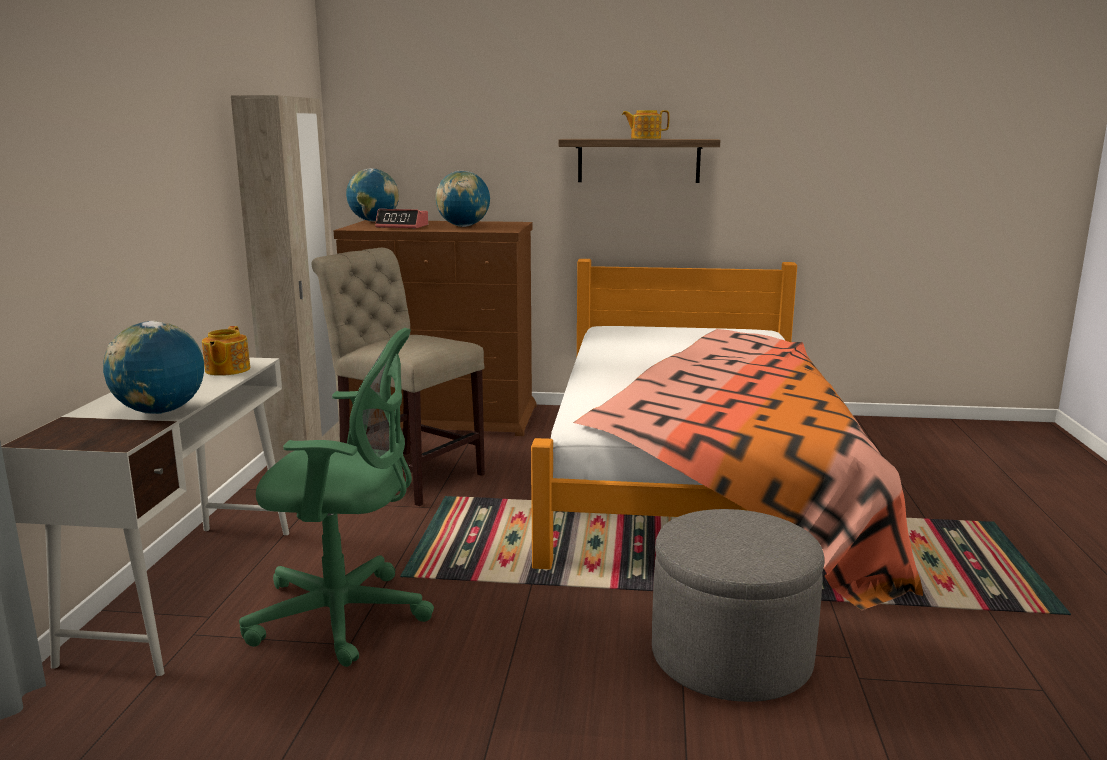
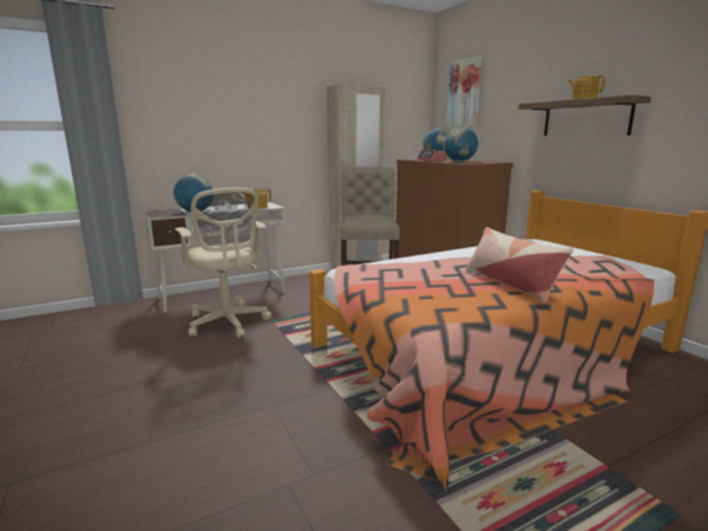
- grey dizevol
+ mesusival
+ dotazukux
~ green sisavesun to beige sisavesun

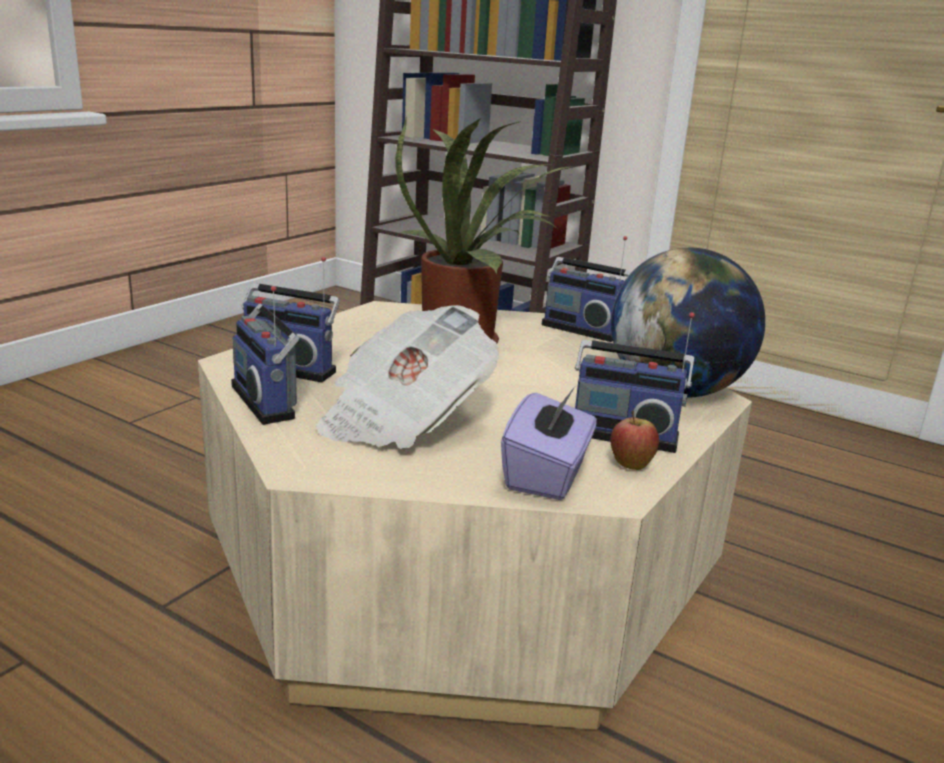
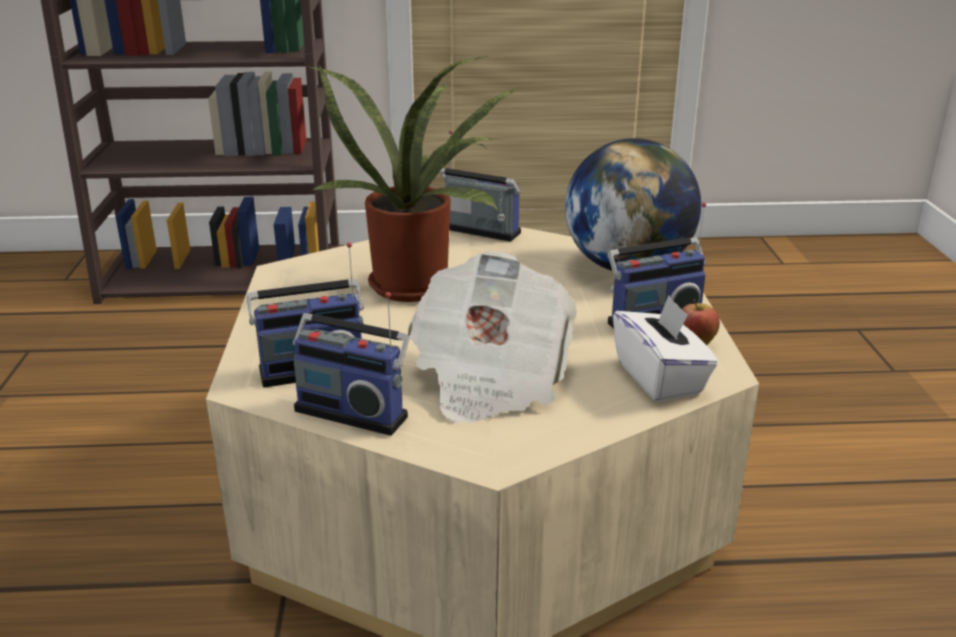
~ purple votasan to white votasan
~ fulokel (3rd from left) 150 degrees counterclockwise

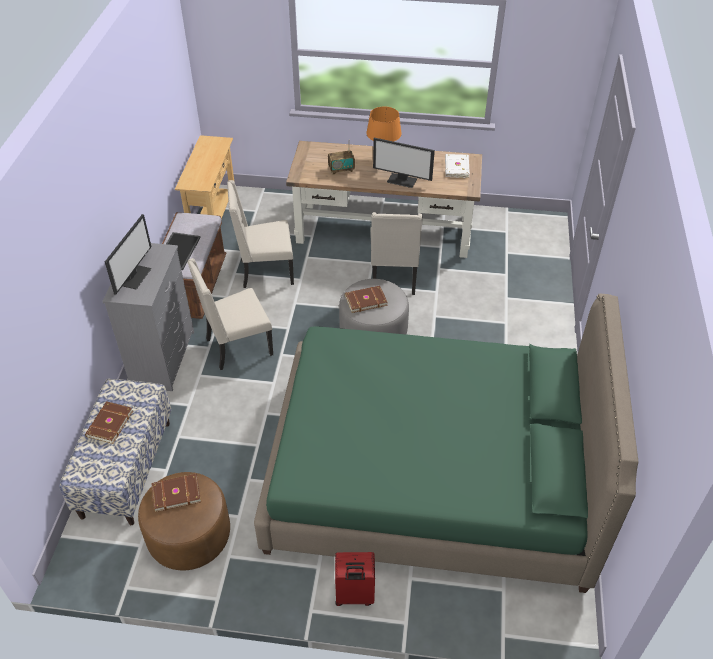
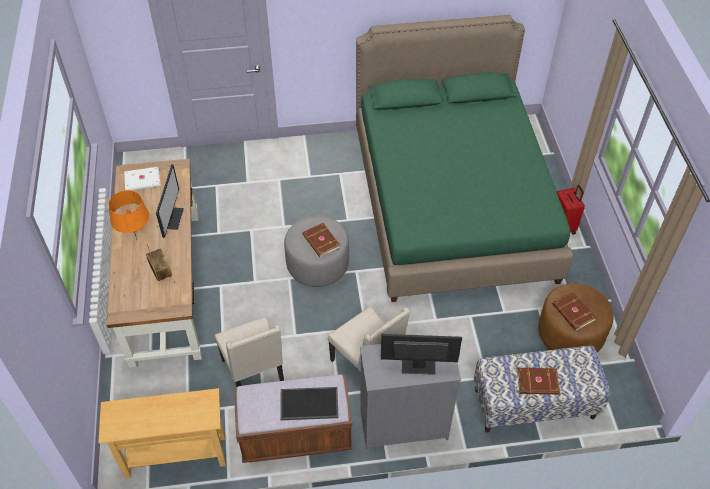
- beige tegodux (3rd from left)

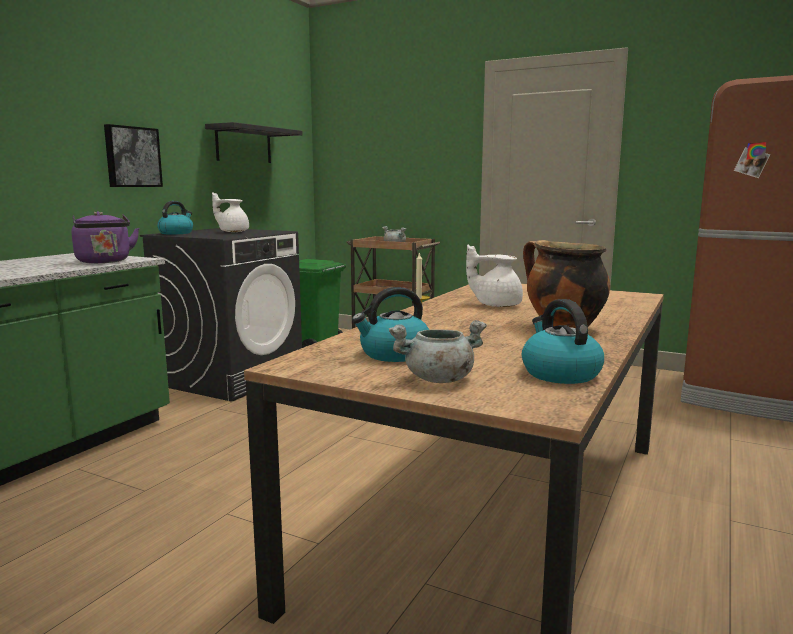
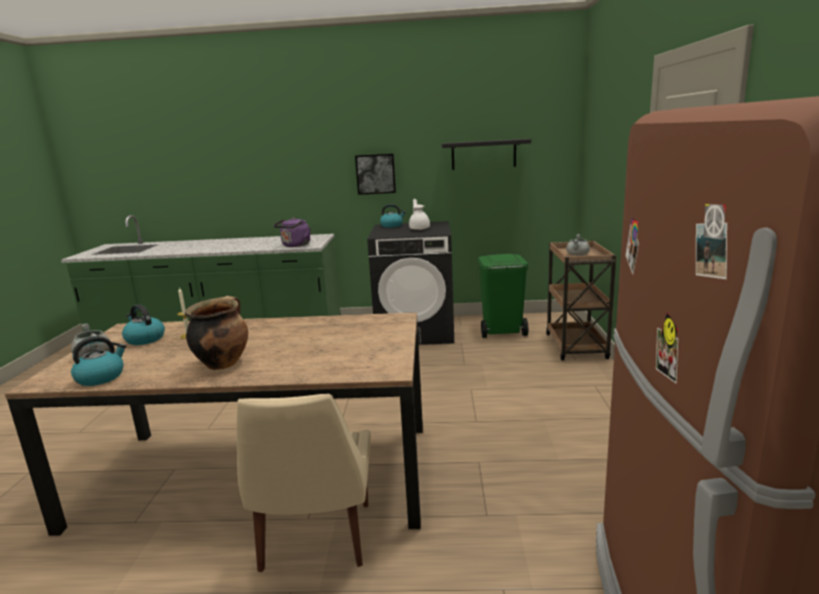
- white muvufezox (2nd from left)
+ beige tegodux

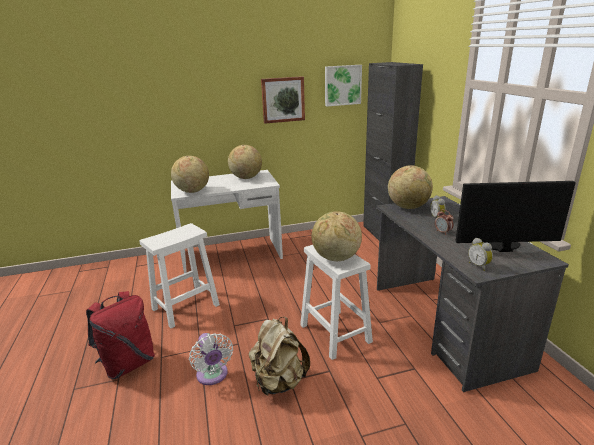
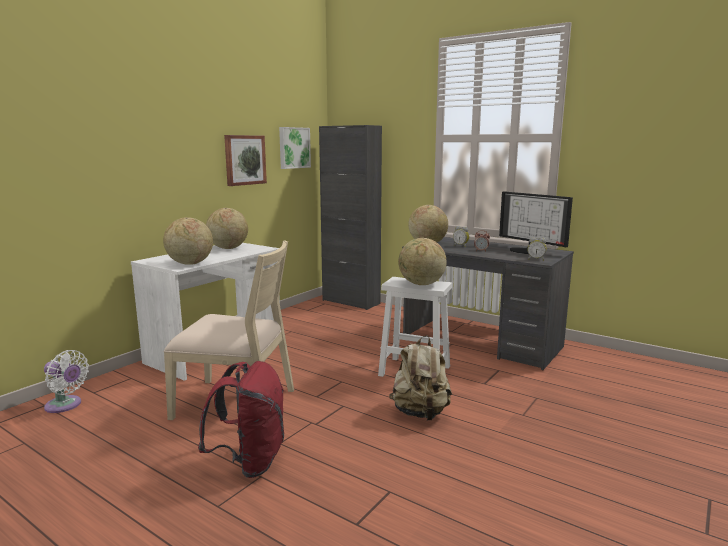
~ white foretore
~ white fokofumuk (1st from left) to beige tegodux
~ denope 90 degrees counterclockwise

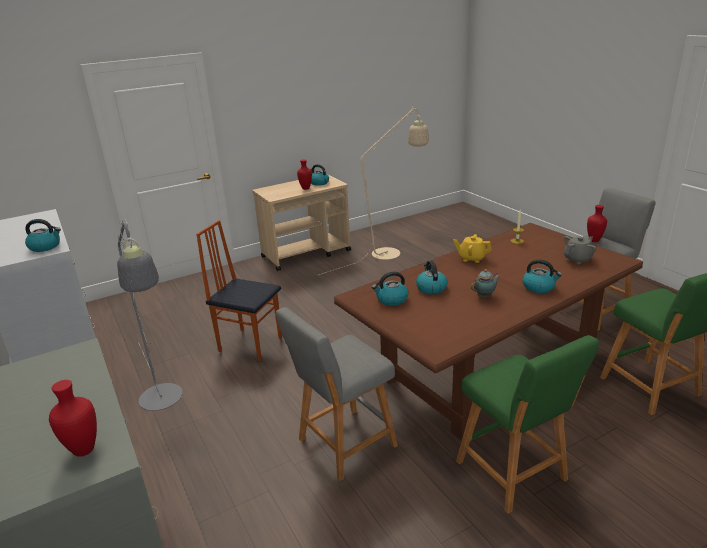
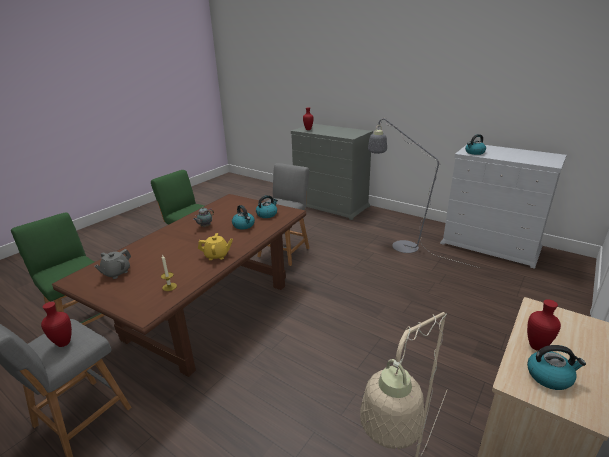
- tegodux
- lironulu (5th from left)

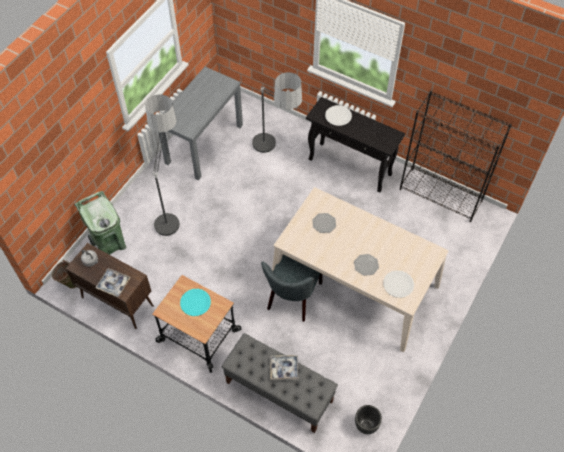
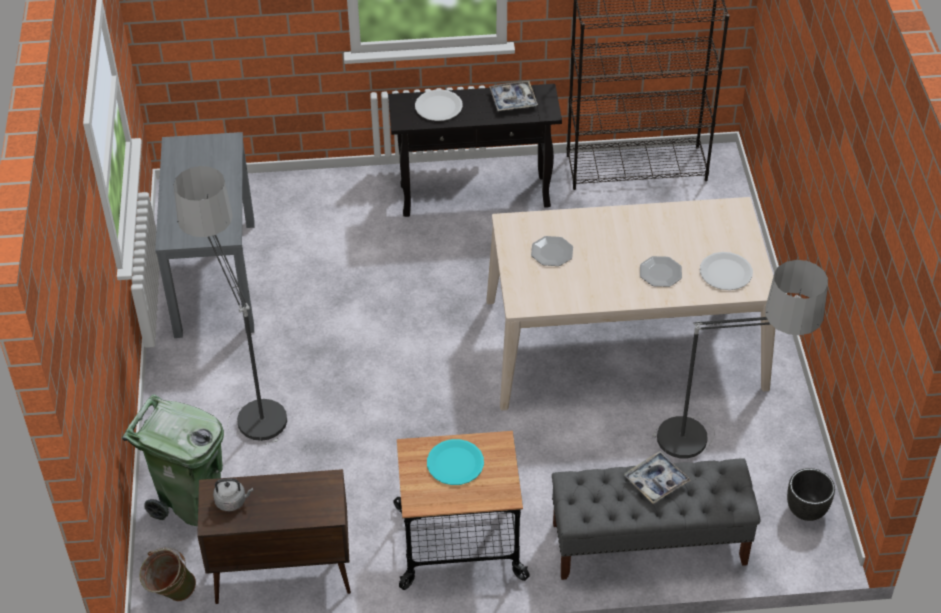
- grey tegodux
~ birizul (1st from left)
~ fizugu (2nd from left)

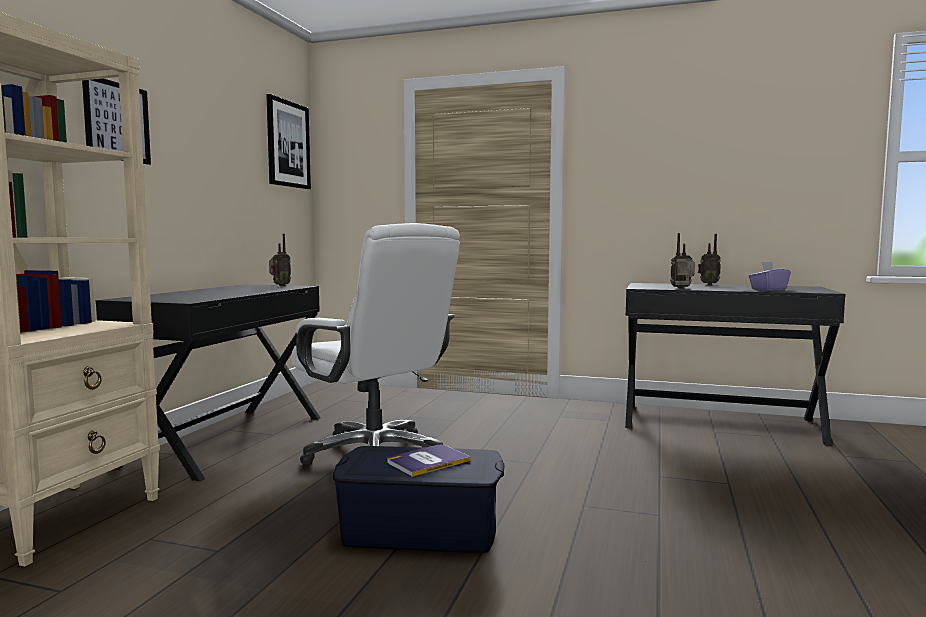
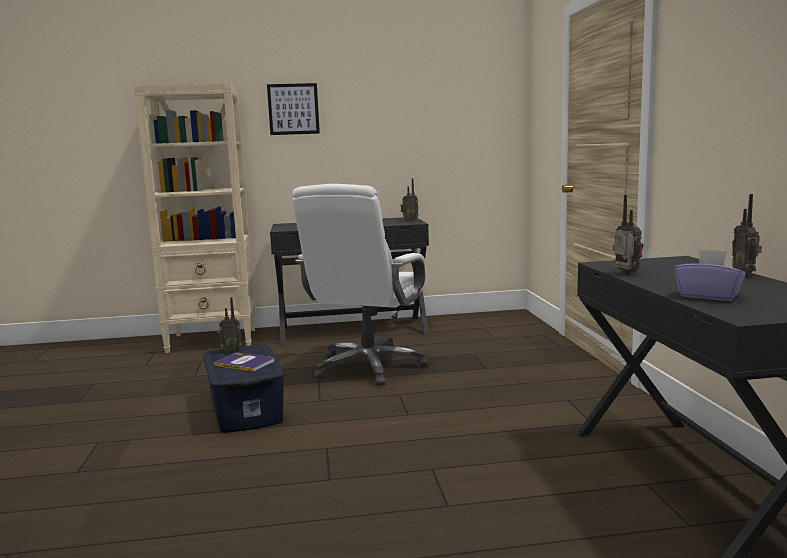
- mesusival (2nd from left)
+ fulokel (1st from left)

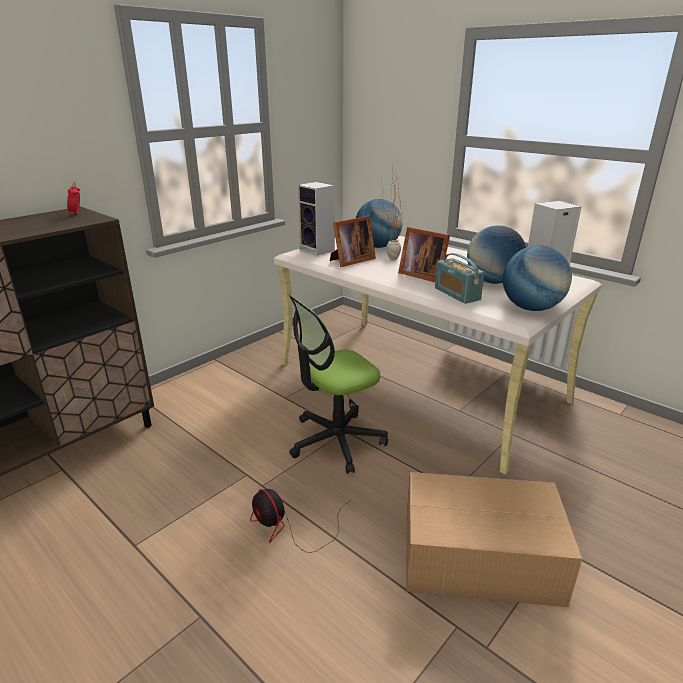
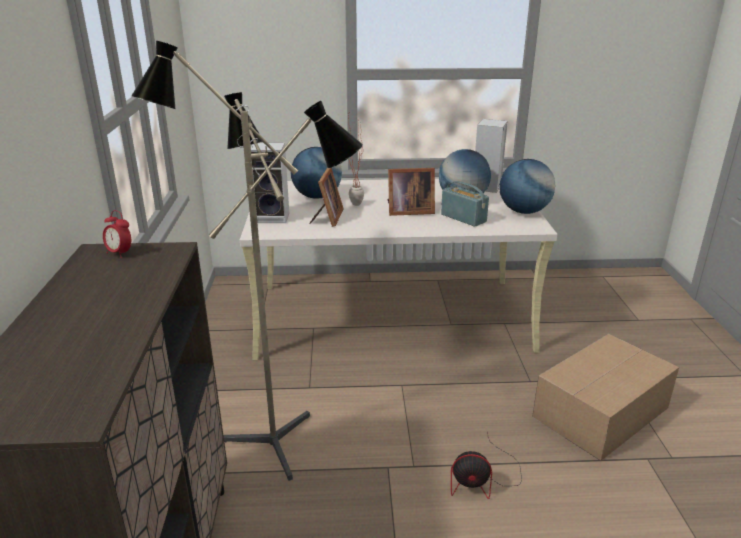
- sisavesun
+ fizugu
~ fulokel 150 degrees counterclockwise

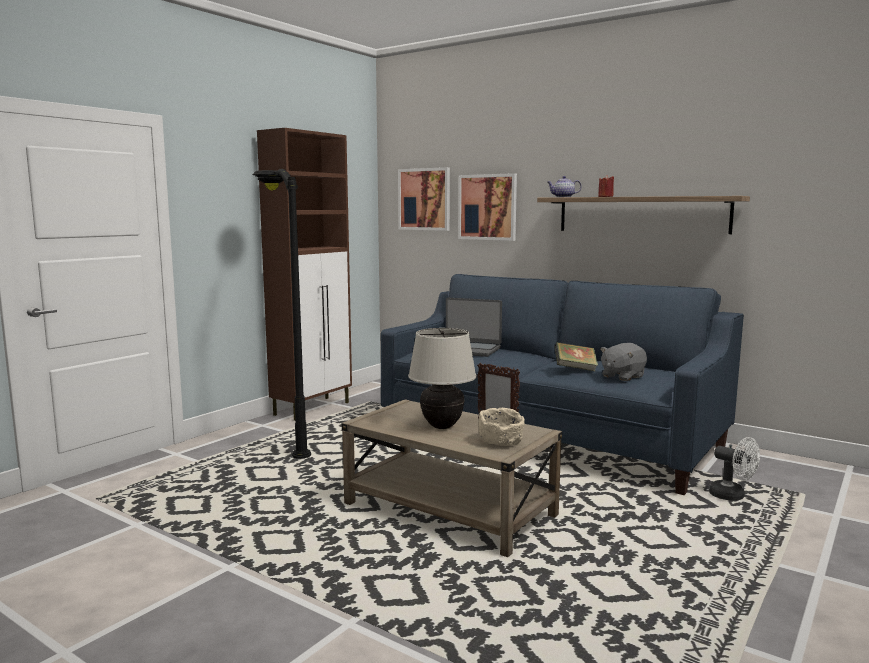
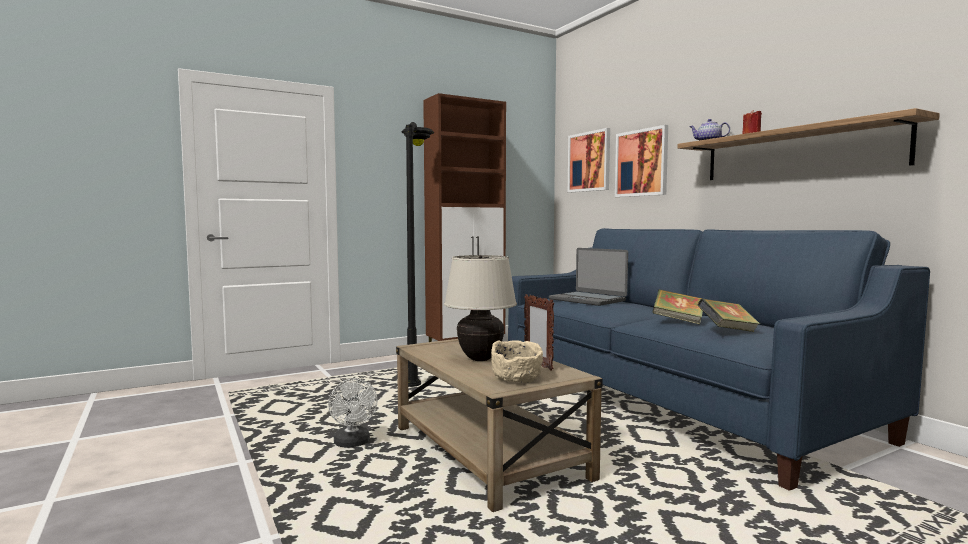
~ white foretore
~ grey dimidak to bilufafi (2nd from left)

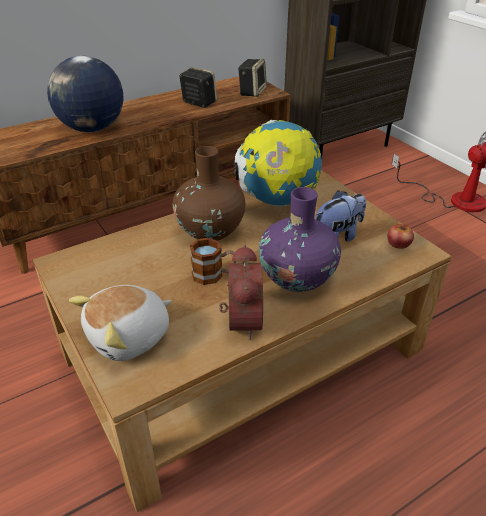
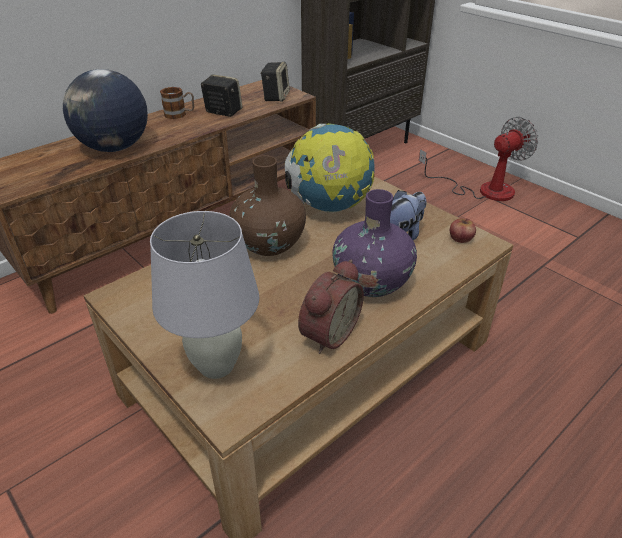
~ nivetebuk
~ dimidak (1st from left) to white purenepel
~ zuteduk 45 degrees clockwise

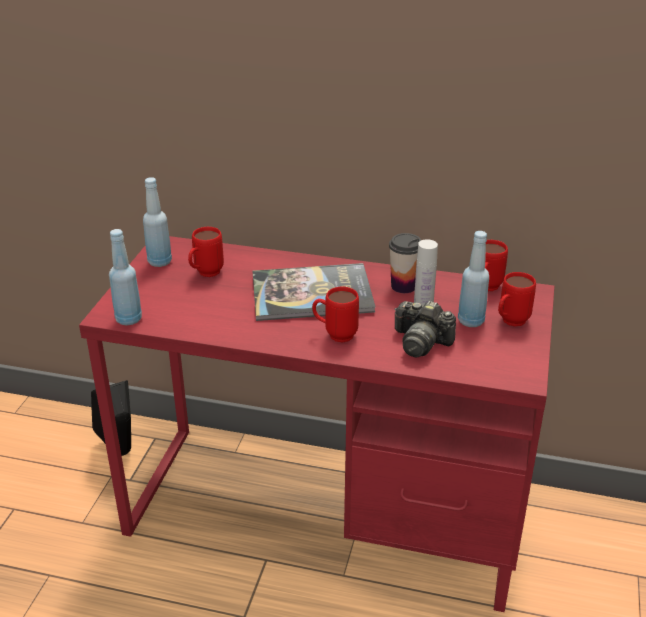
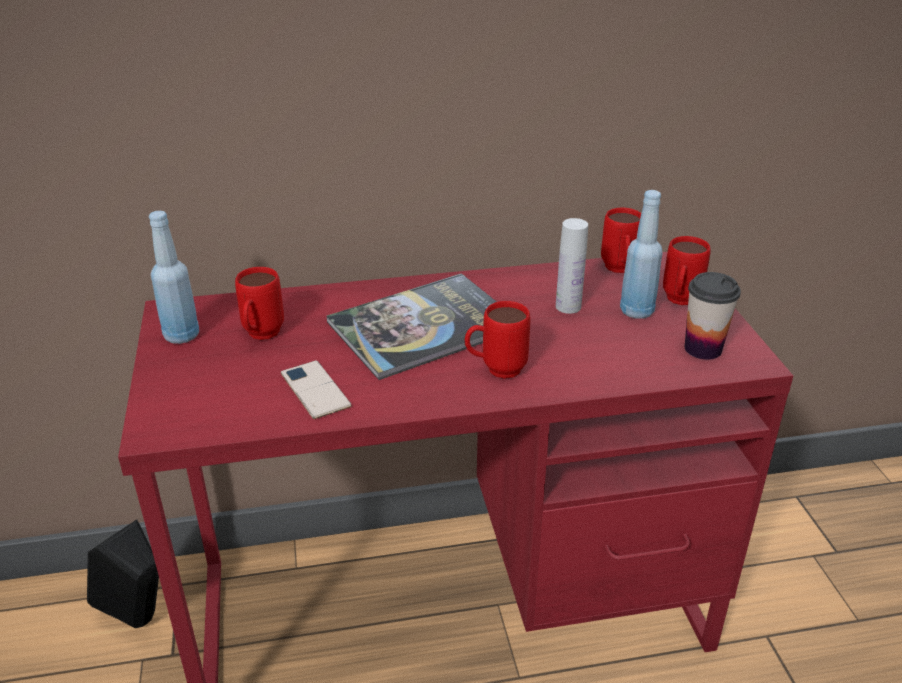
- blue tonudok (1st from left)
- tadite
+ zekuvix
~ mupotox

